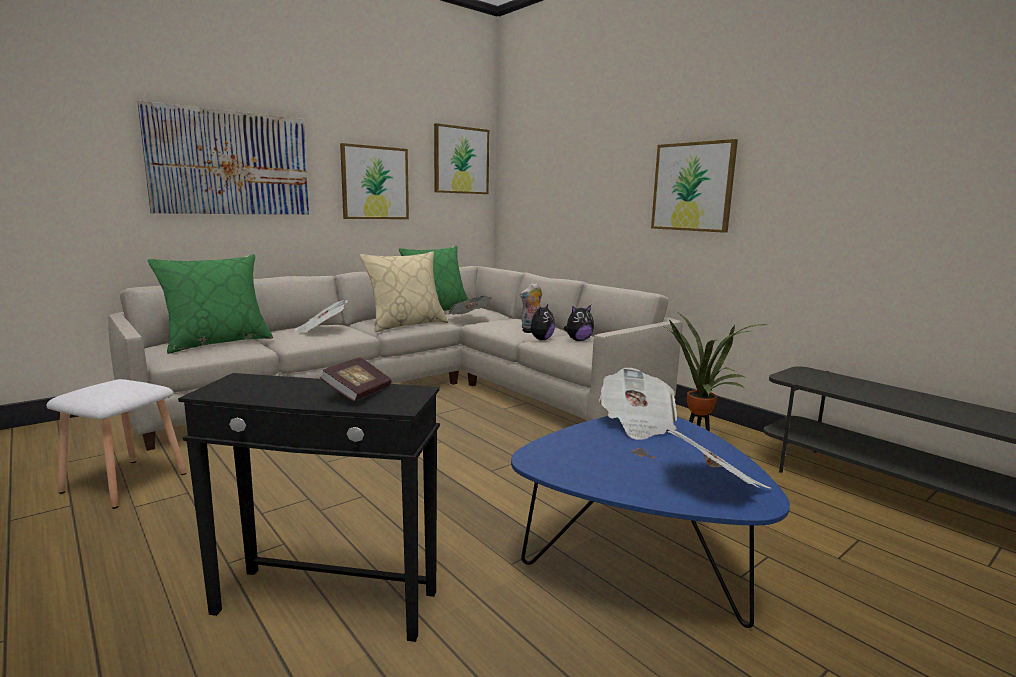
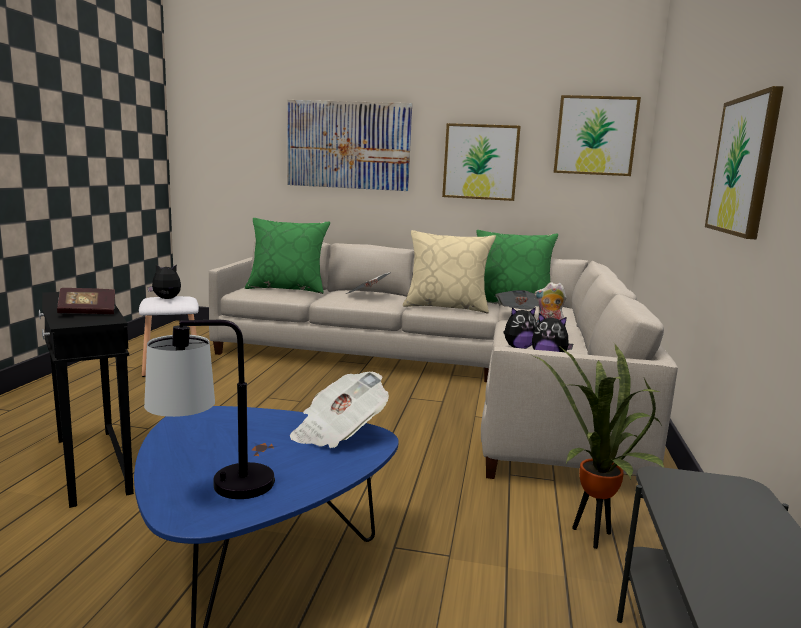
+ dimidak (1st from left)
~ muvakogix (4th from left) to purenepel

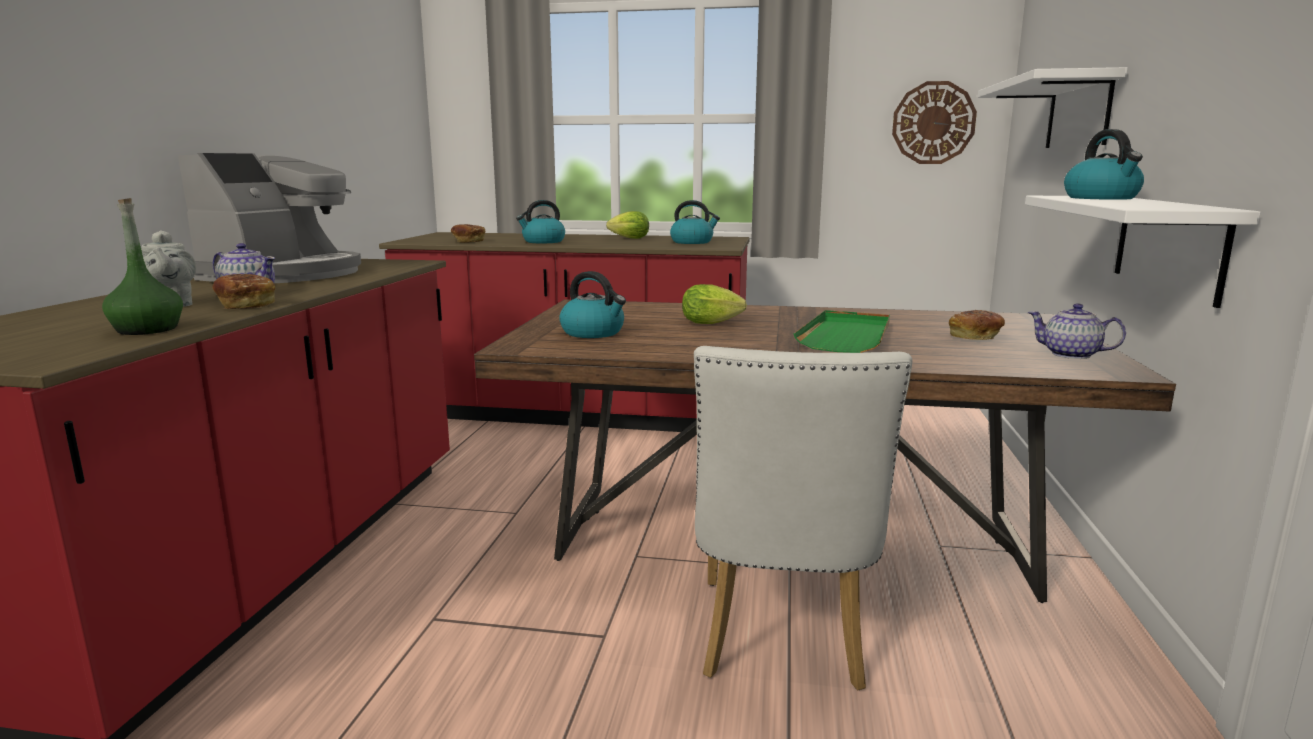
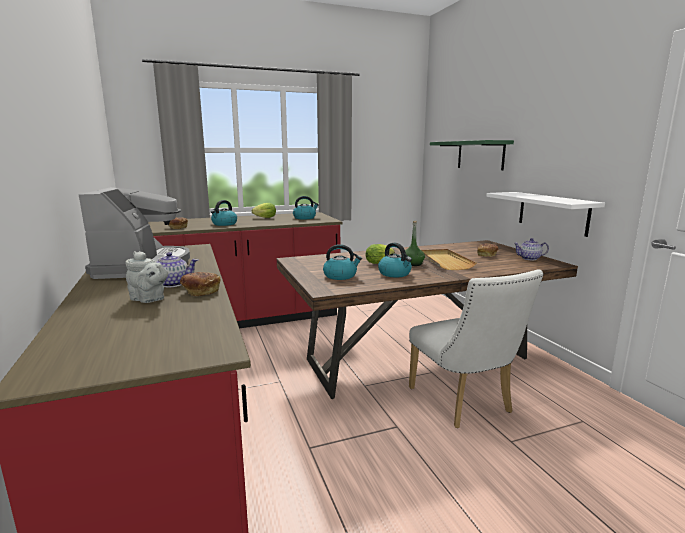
- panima
~ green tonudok
~ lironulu (4th from left)
~ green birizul to beige birizul
~ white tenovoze (1st from left) to green tenovoze

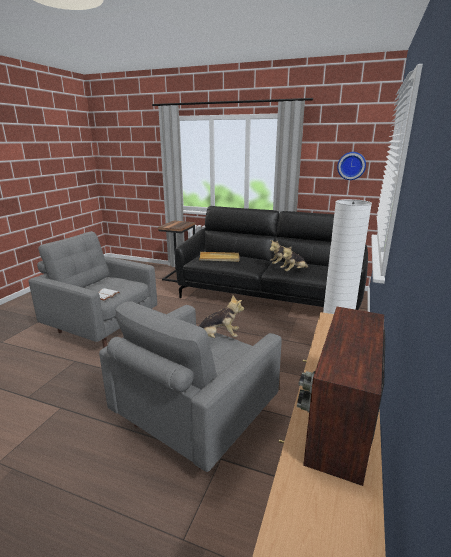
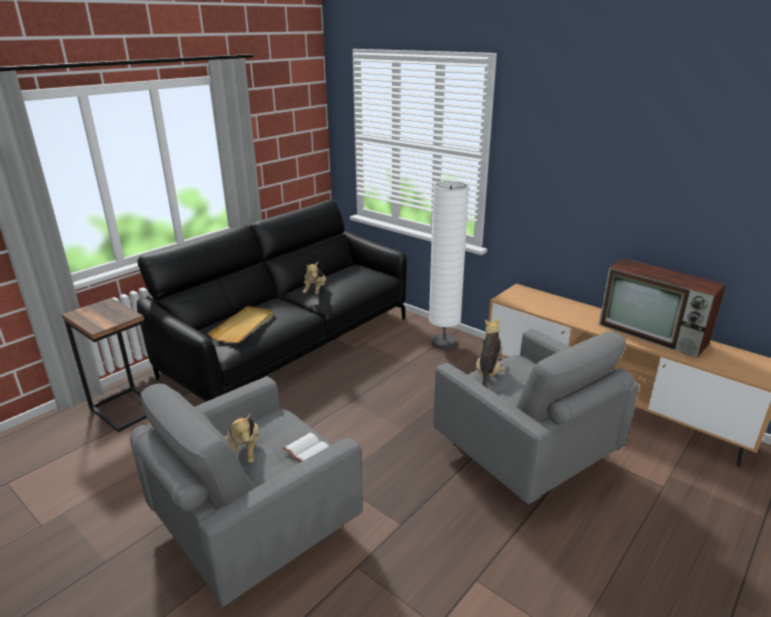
- panima
~ dimidak (3rd from left in the first image) to dimidak (1st from left)

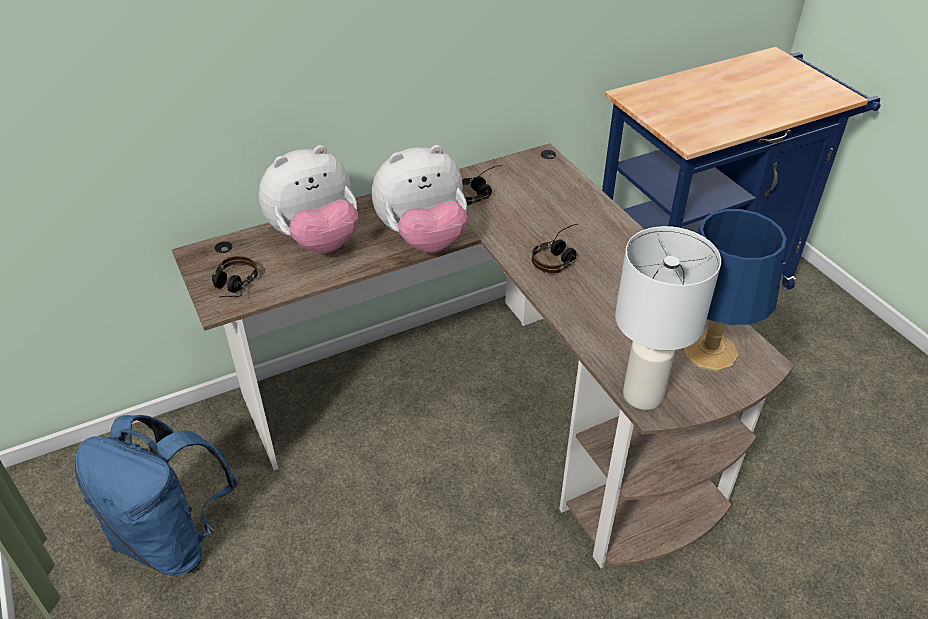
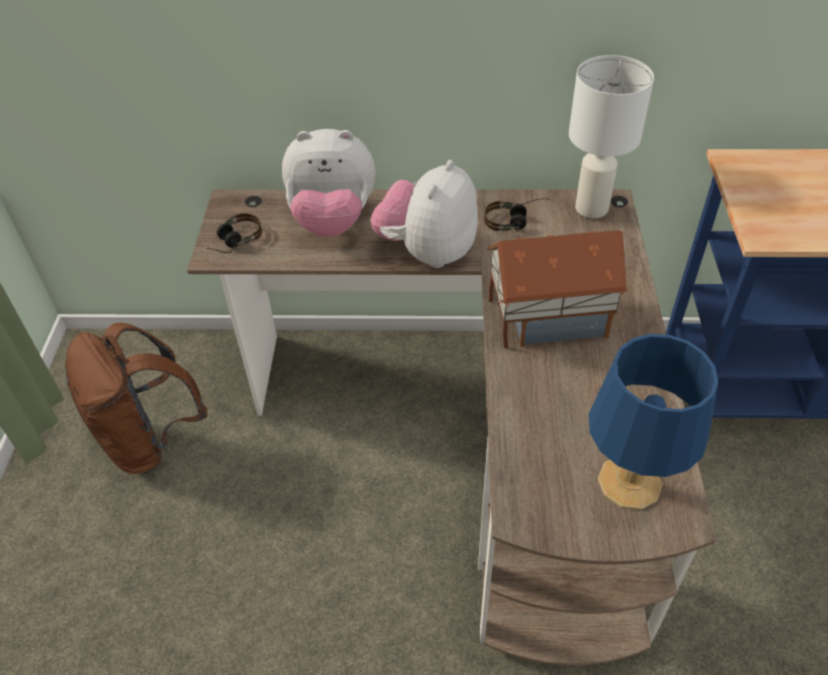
~ white purenepel
~ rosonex (3rd from left) to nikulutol
~ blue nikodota to brown nikodota
~ dimidak (2nd from left) 105 degrees clockwise

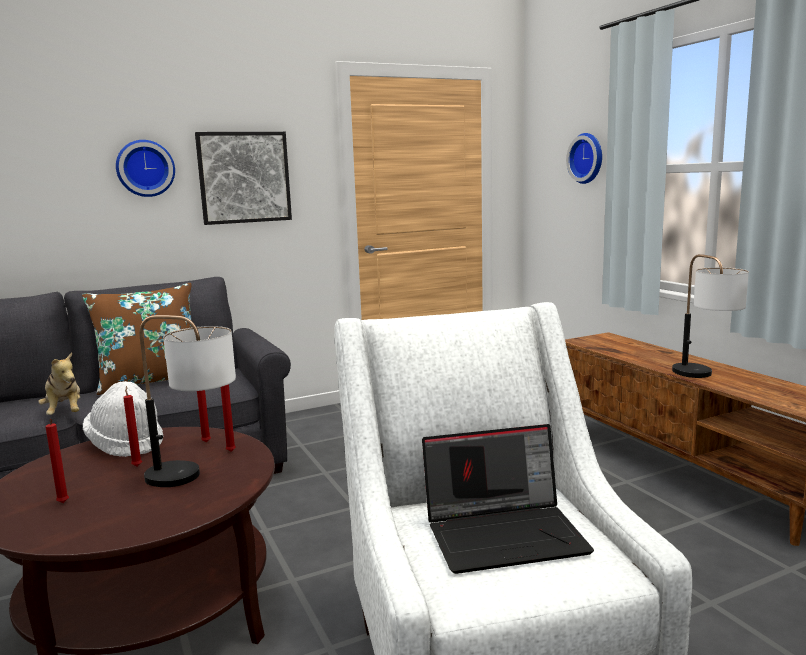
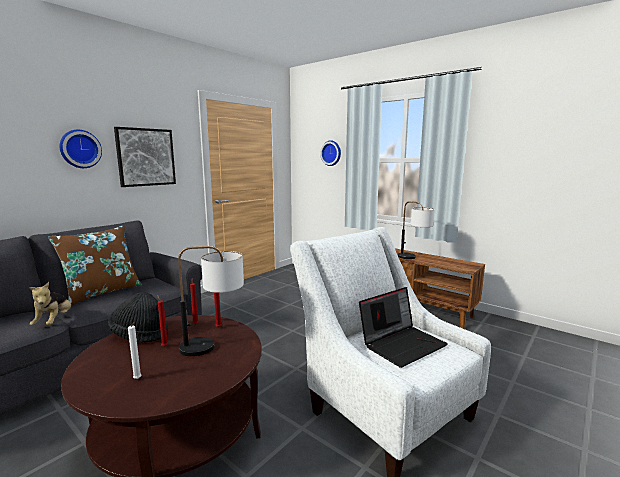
~ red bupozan (1st from left) to white bupozan
~ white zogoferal to black zogoferal
~ dimidak 45 degrees clockwise

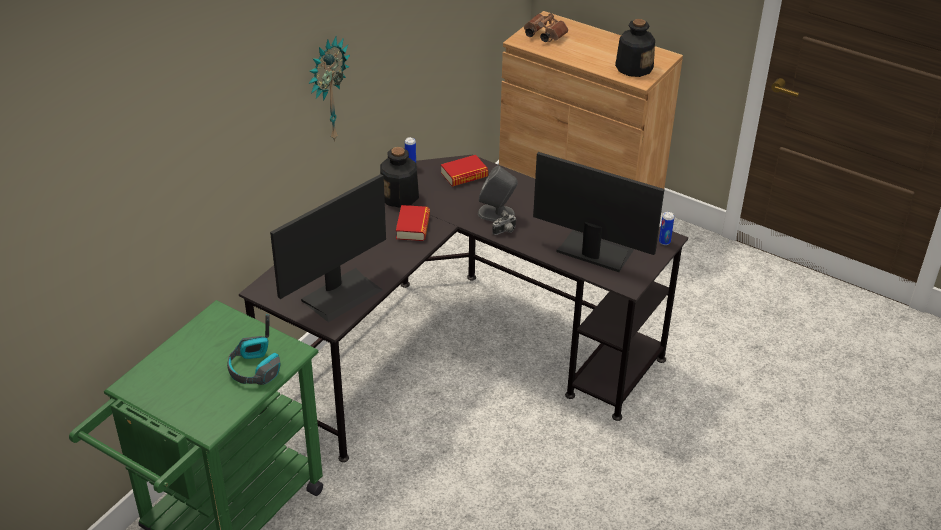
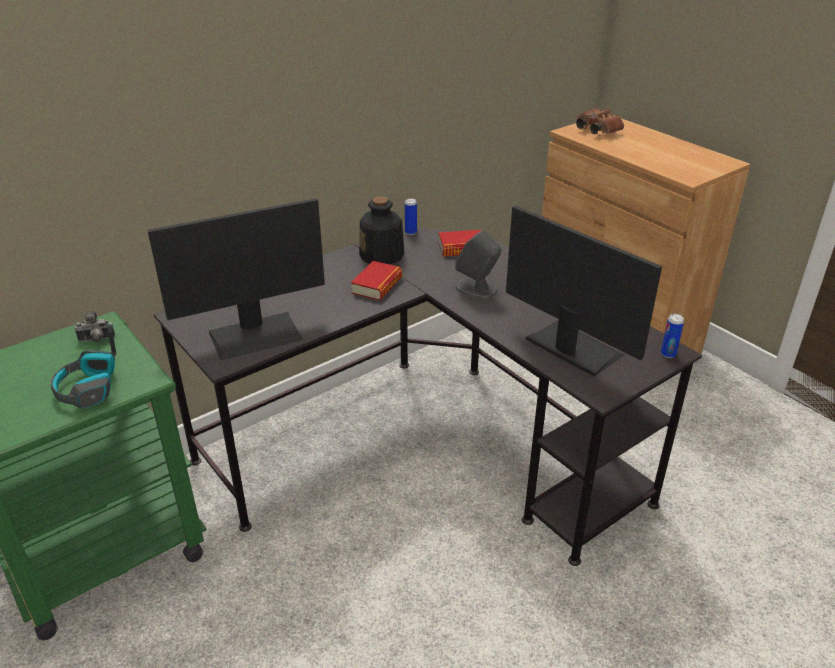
- panima
- tonudok (2nd from left)
~ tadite

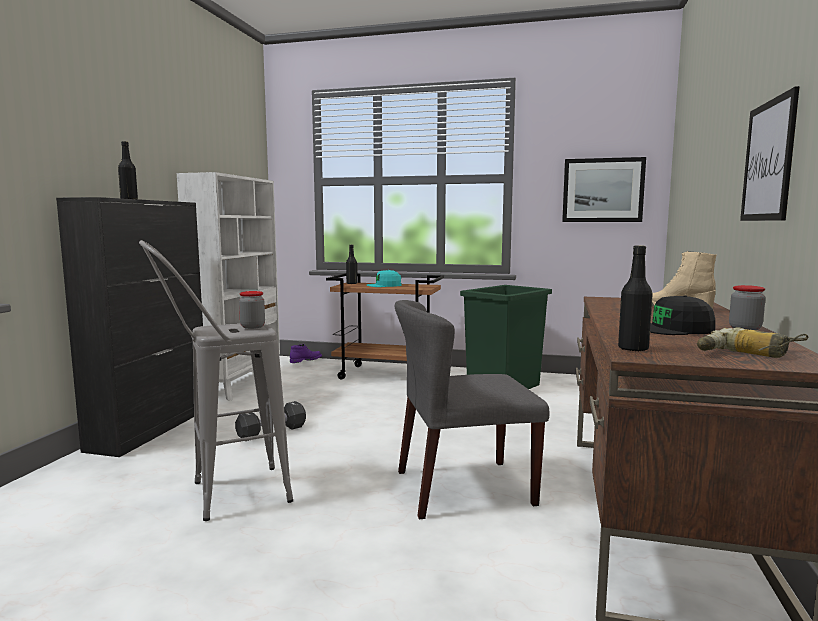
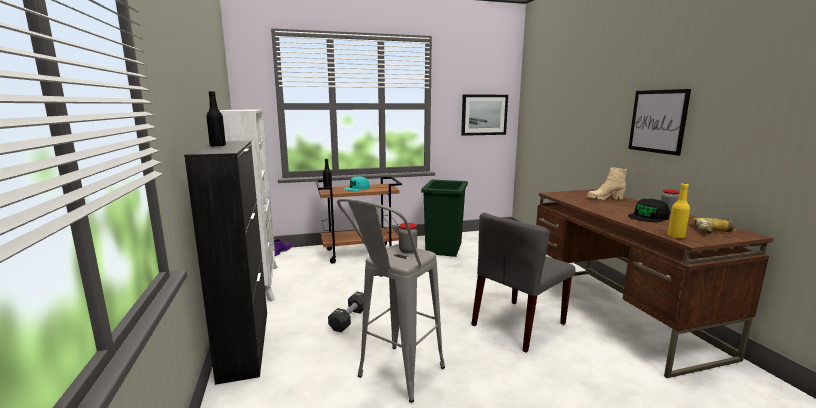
~ black tonudok (3rd from left) to yellow tonudok

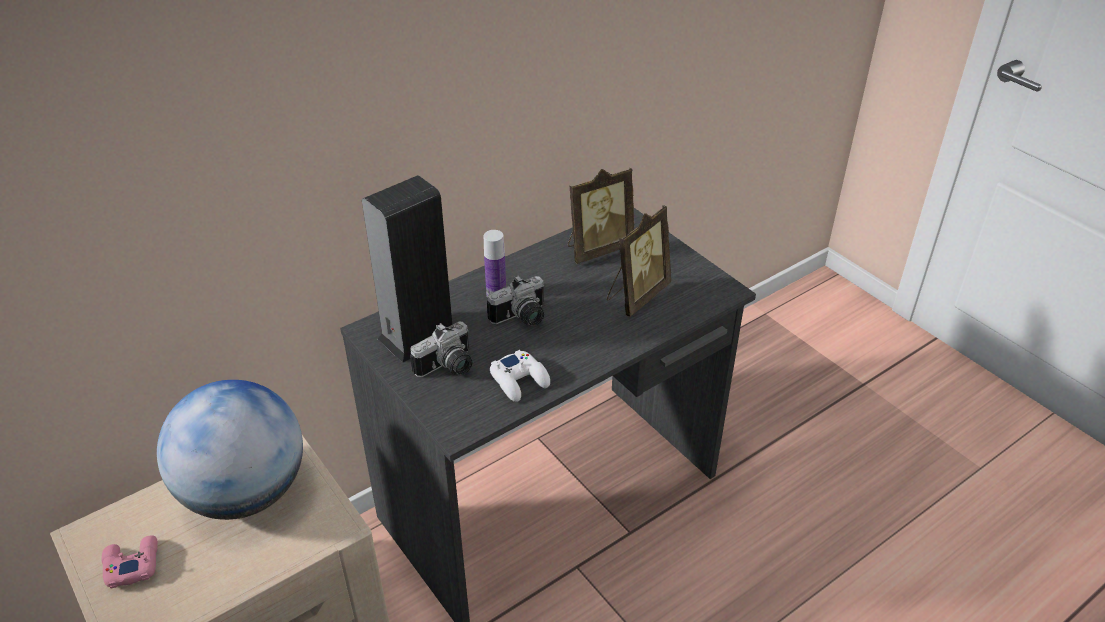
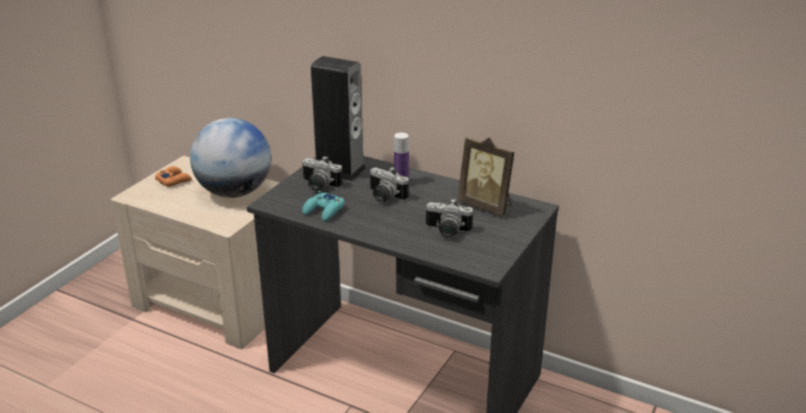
~ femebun (2nd from left) to tadite (3rd from left)
~ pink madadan to orange madadan
~ white madadan to turquoise madadan

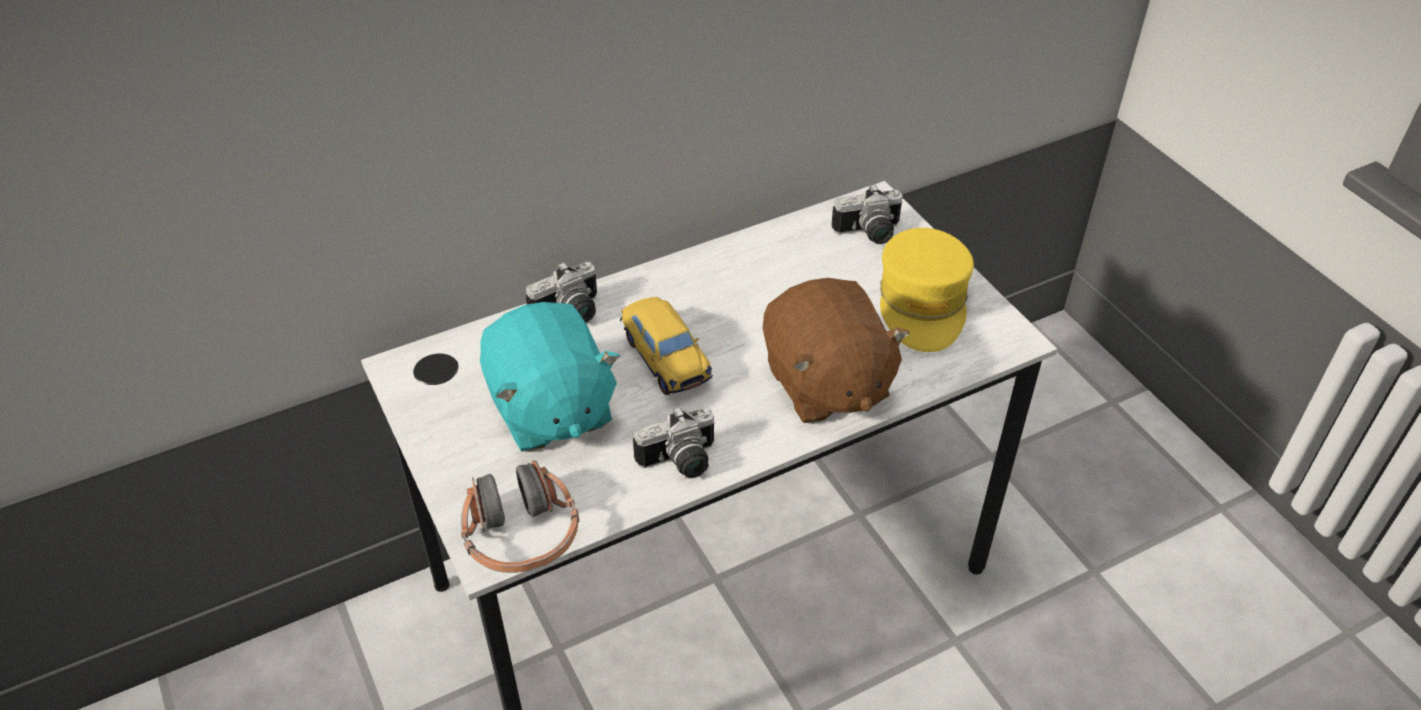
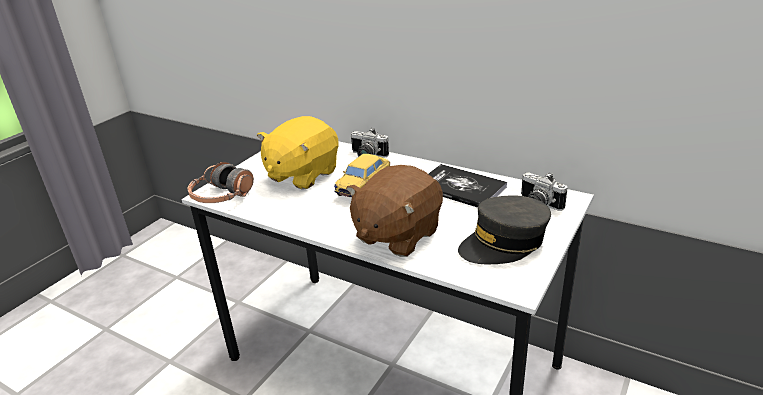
- tadite (2nd from left)
+ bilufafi
~ turquoise dimidak to yellow dimidak
~ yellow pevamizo to grey pevamizo

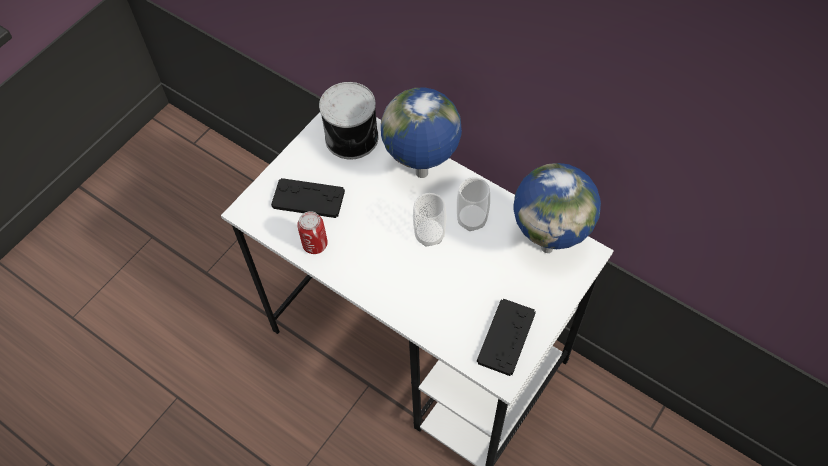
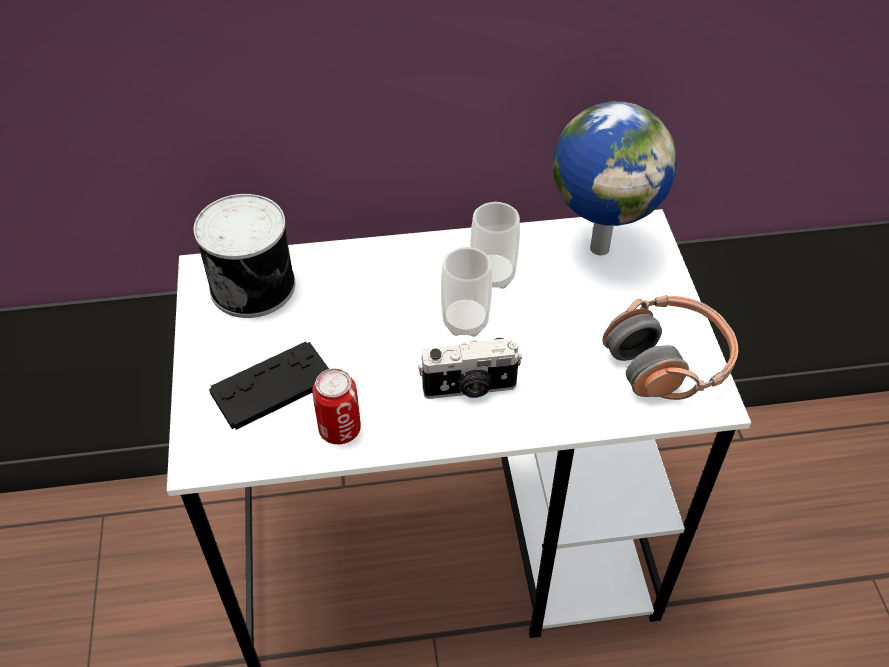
- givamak (1st from left)
+ tadite
~ black madadan (2nd from left) to rosonex

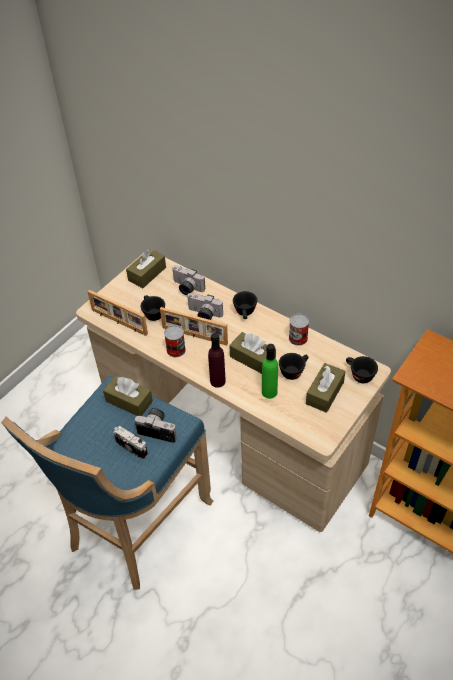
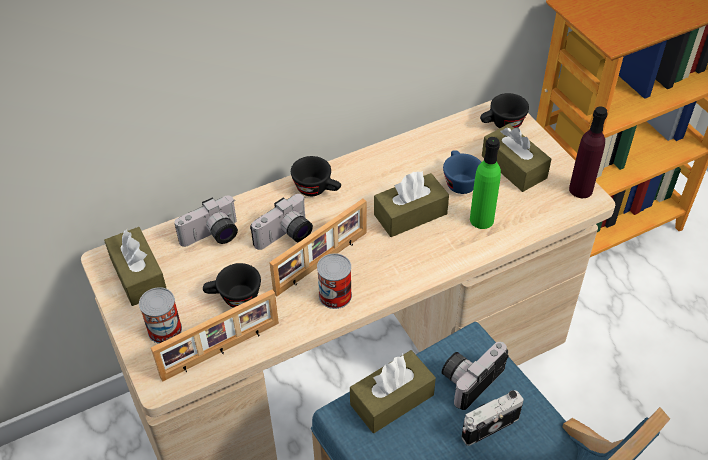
~ purple tonudok
~ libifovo (2nd from left in the first image) to libifovo (1st from left)
~ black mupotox (3rd from left) to blue mupotox

